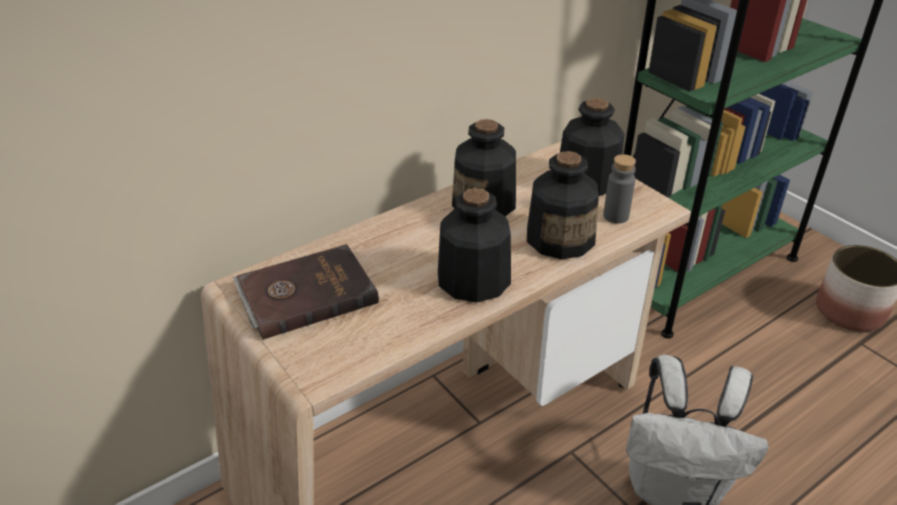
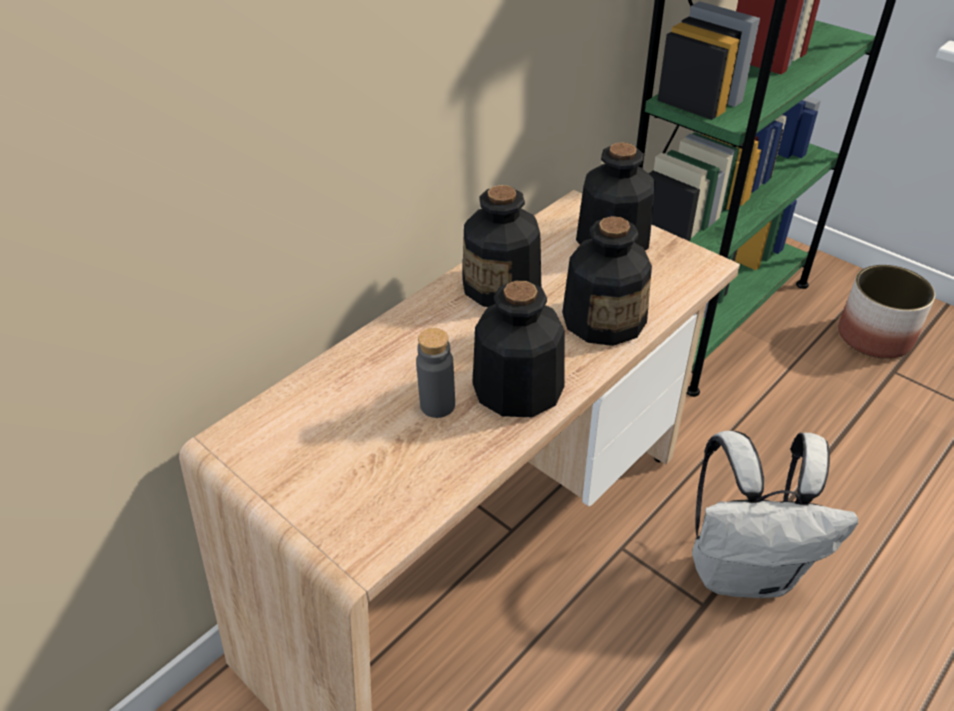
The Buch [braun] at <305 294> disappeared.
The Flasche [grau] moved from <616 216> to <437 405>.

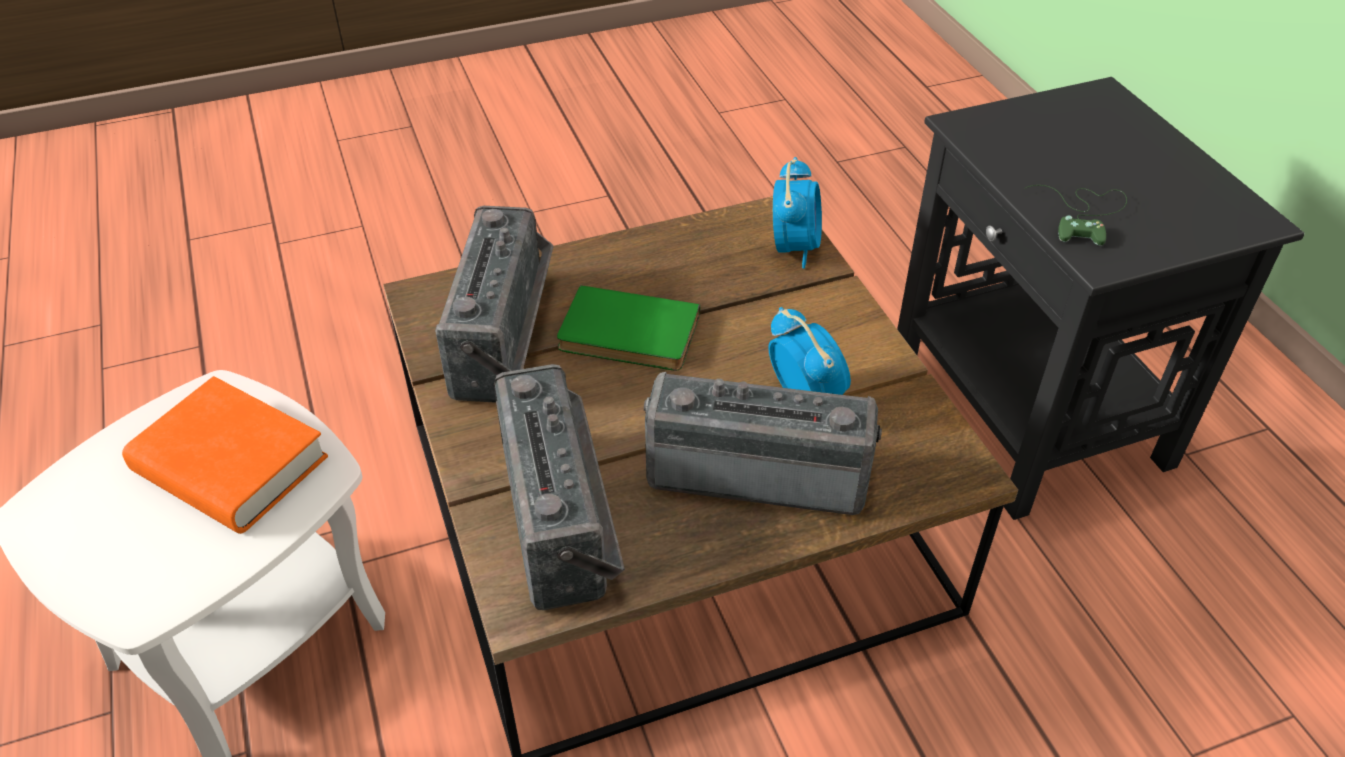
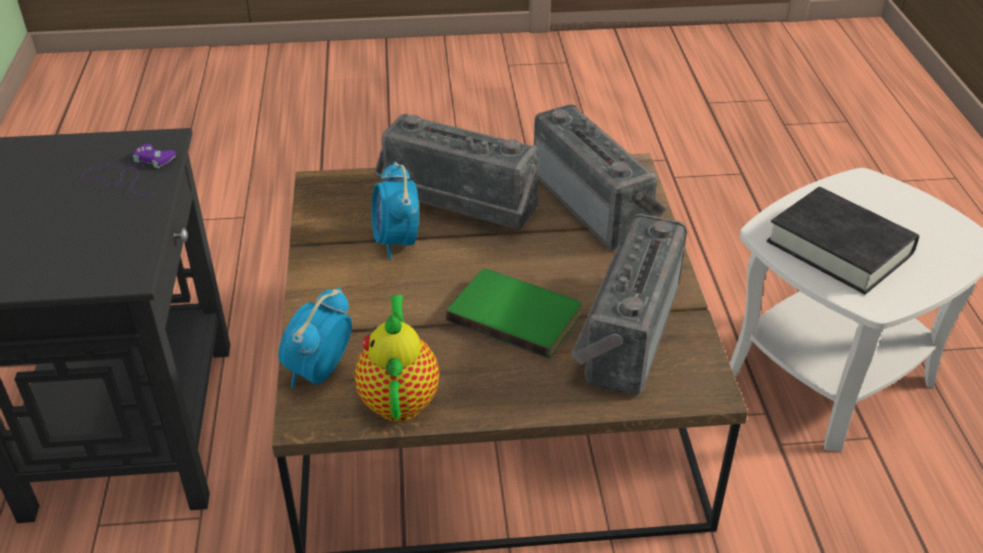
The Buch [orange] at <230 465> became the Buch [schwarz] at <839 248>.
The Radio at <565 516> turned 150 degrees clockwise.
The Gamepad [grün] at <1084 214> became the Gamepad [lila] at <129 173>.
The Teekanne at <399 397> appeared.

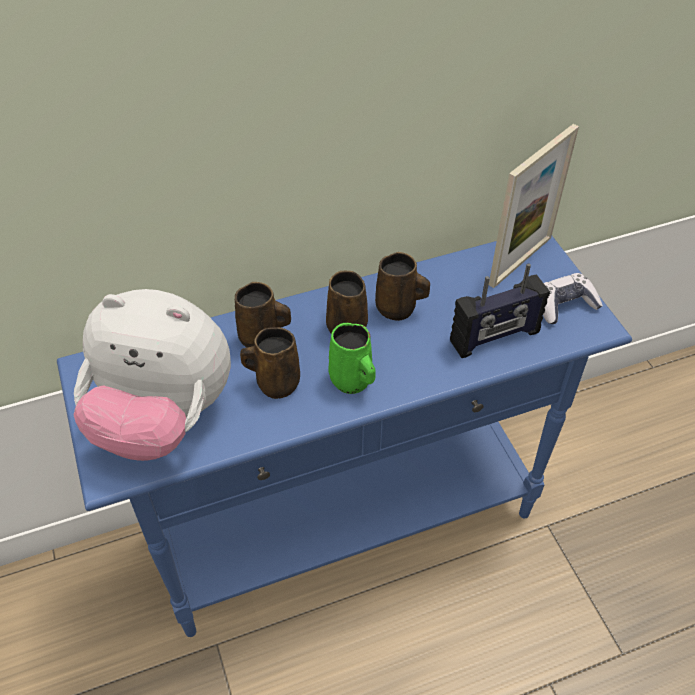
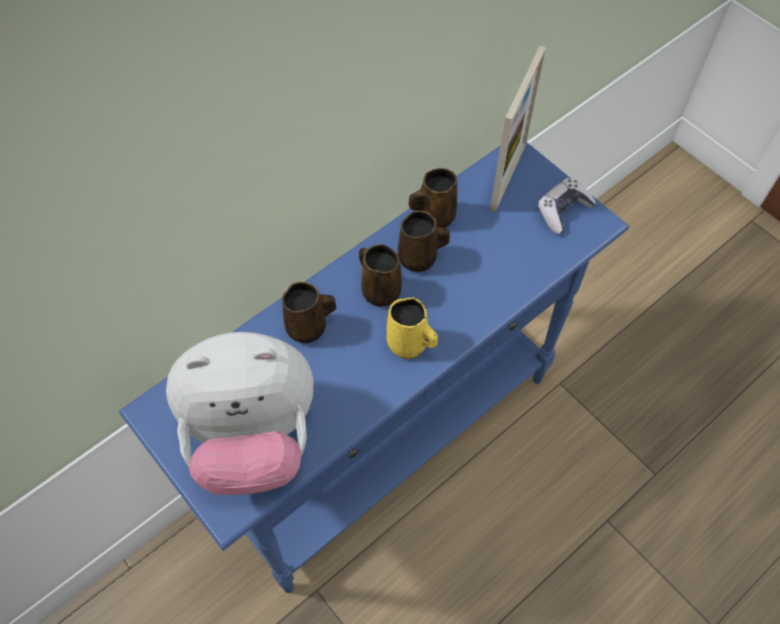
The Henkelbecher [braun] moved from <275 383> to <434 217>.
The Henkelbecher [grün] at <352 381> became the Henkelbecher [gelb] at <409 345>.
The Radio at <495 337> disappeared.

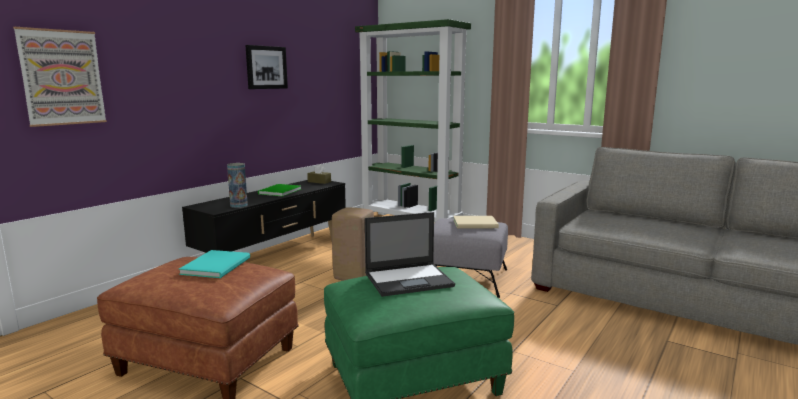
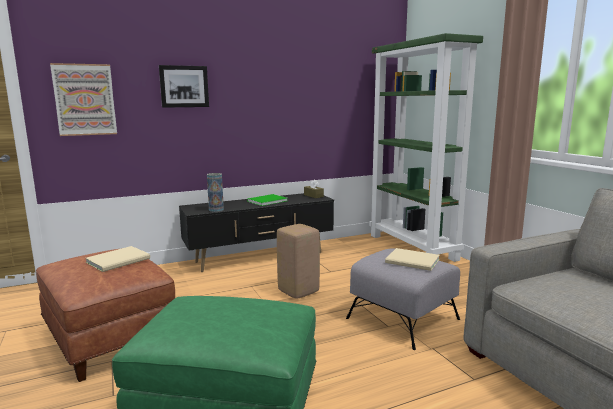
The Buch [türkis] at <218 265> became the Buch [beige] at <120 260>.
The Bild moved from <266 67> to <184 86>.
The Laptop at <409 279> disappeared.

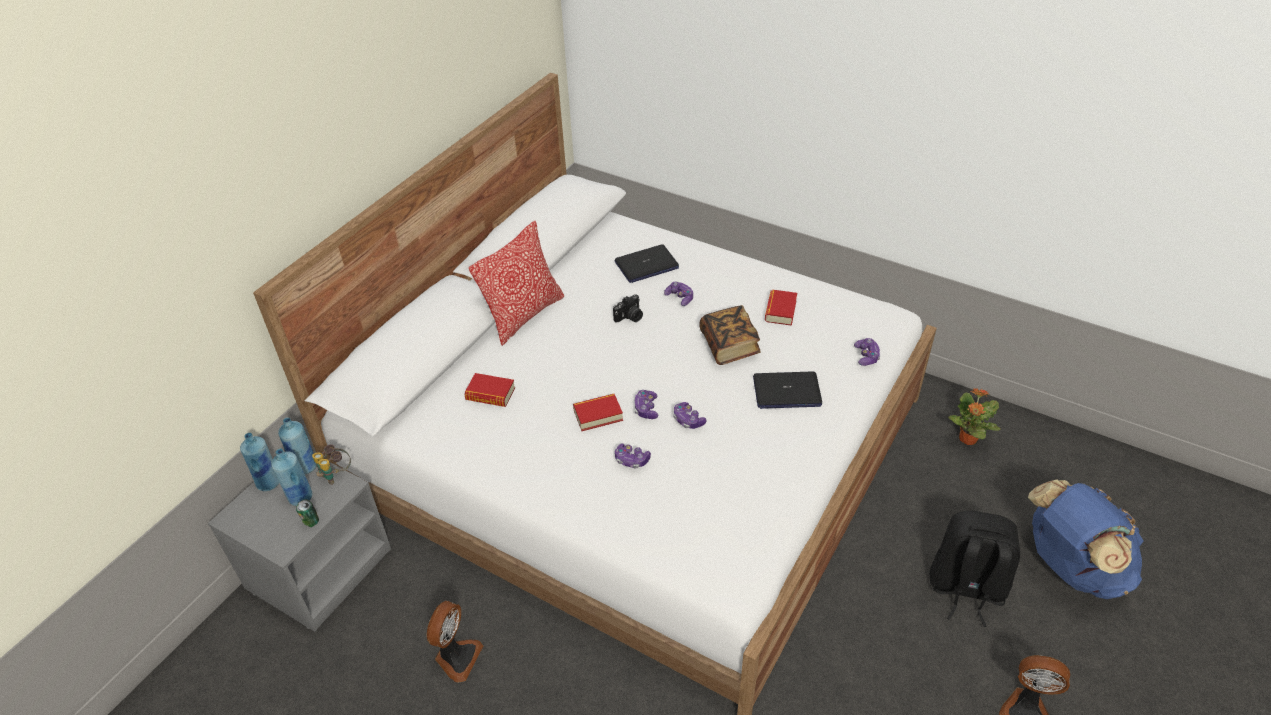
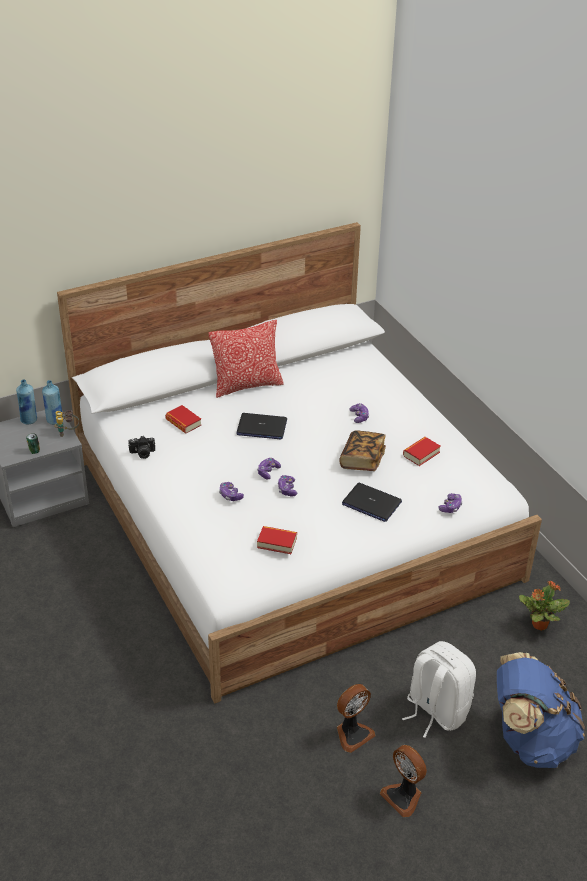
The Flasche [blau] at <300 498> disappeared.
The Ventilator moved from <456 657> to <352 734>.
The Buch moved from <598 415> to <277 542>.
The Kamera moved from <630 317> to <142 453>.
The Laptop moved from <646 265> to <261 427>.
The Rucksack [schwarz] at <965 588> became the Rucksack [weiß] at <435 710>.

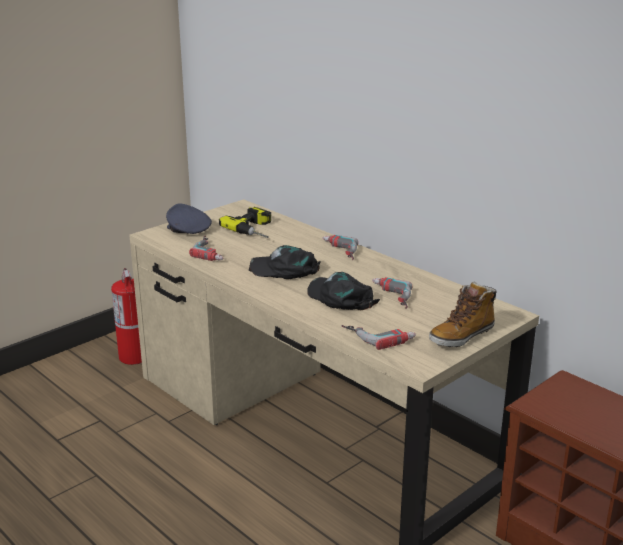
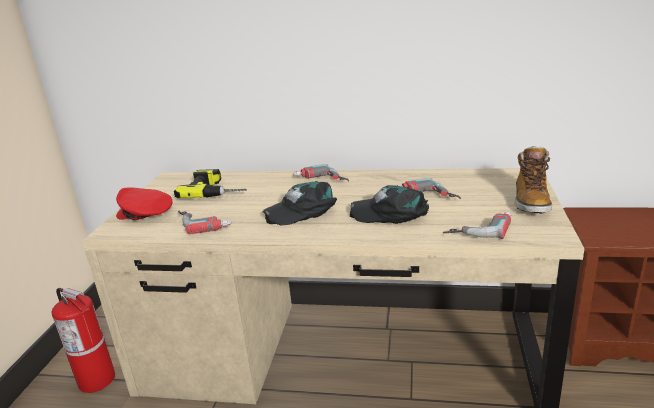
The Kappe [grau] at <187 229> became the Kappe [rot] at <145 213>.

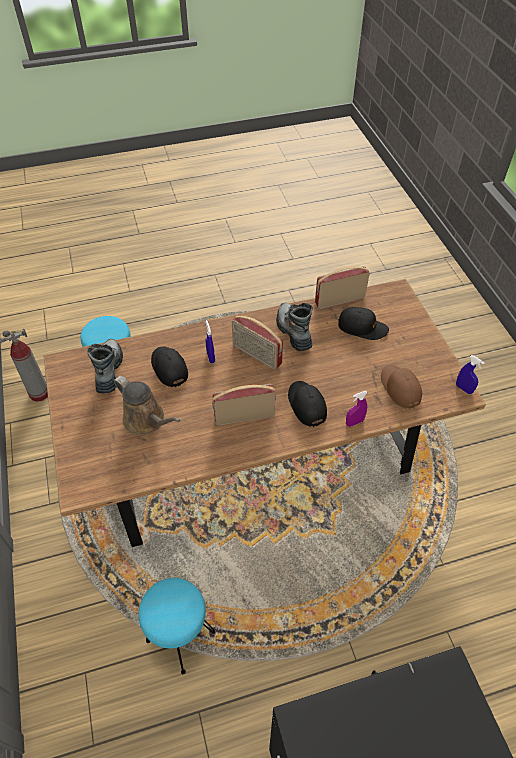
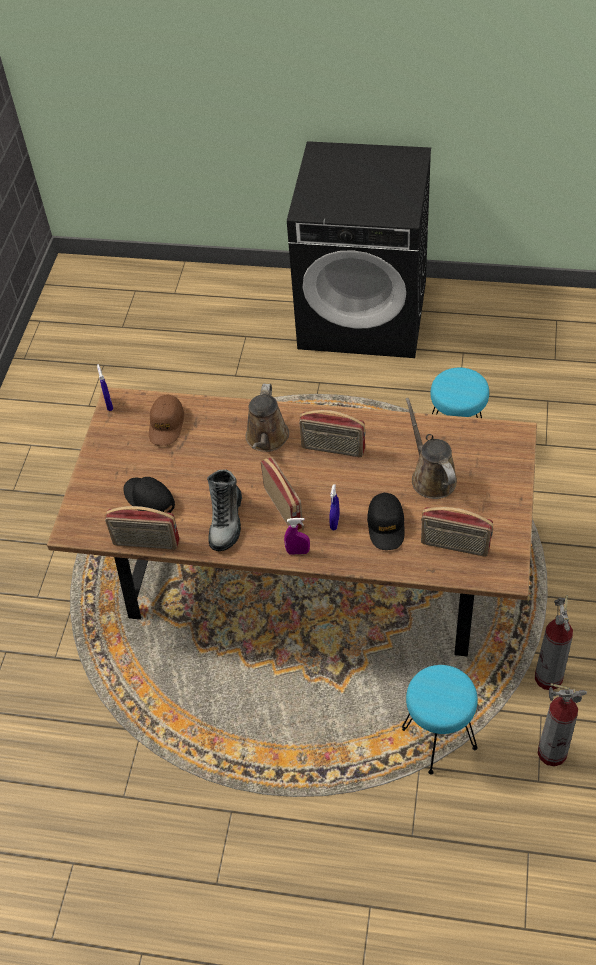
The Stiefel at <109 370> was replaced by the Radio at <454 546>.
The Kappe [schwarz] at <306 405> was replaced by the Gießkanne [braun] at <266 439>.
The Sprühflasche [lila] moved from <354 422> to <298 552>.
The Feuerlöscher at <548 678> appeared.

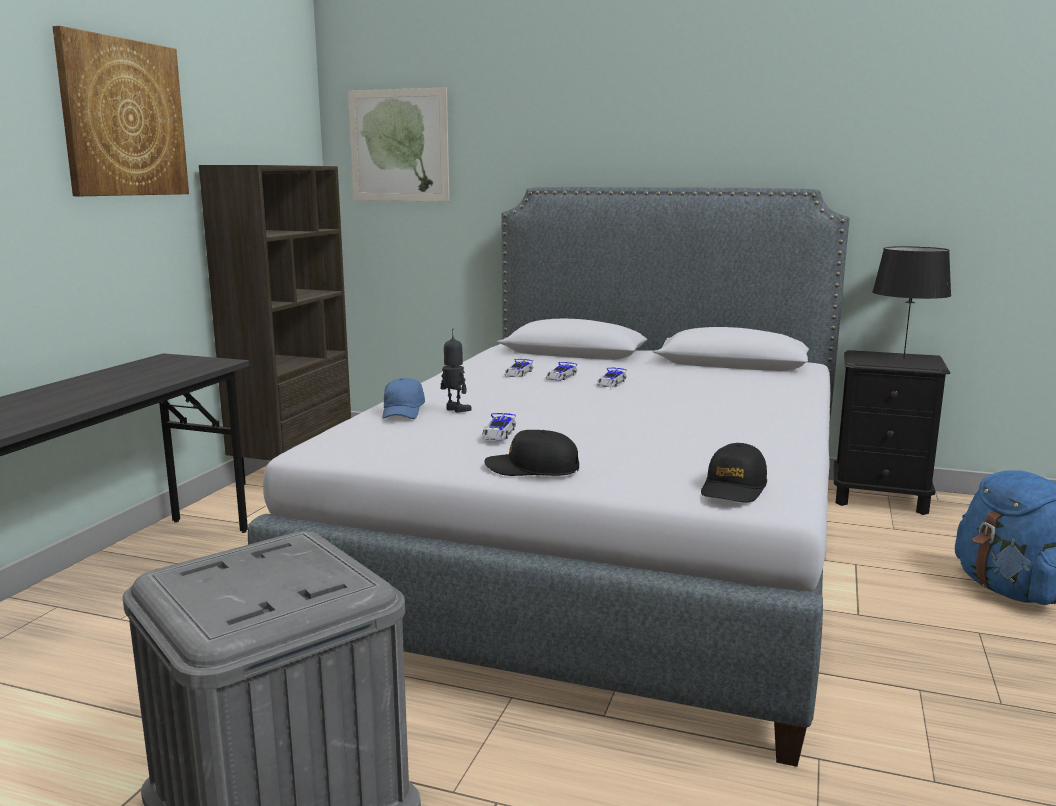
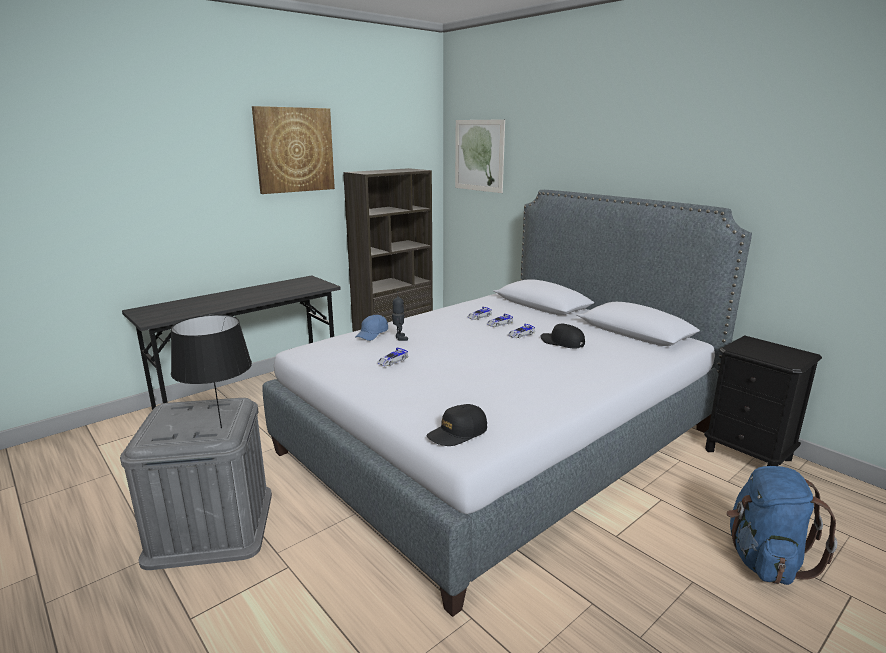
The Kappe [schwarz] moved from <532 468> to <562 342>.
The Tischlampe [schwarz] moved from <904 358> to <221 428>.

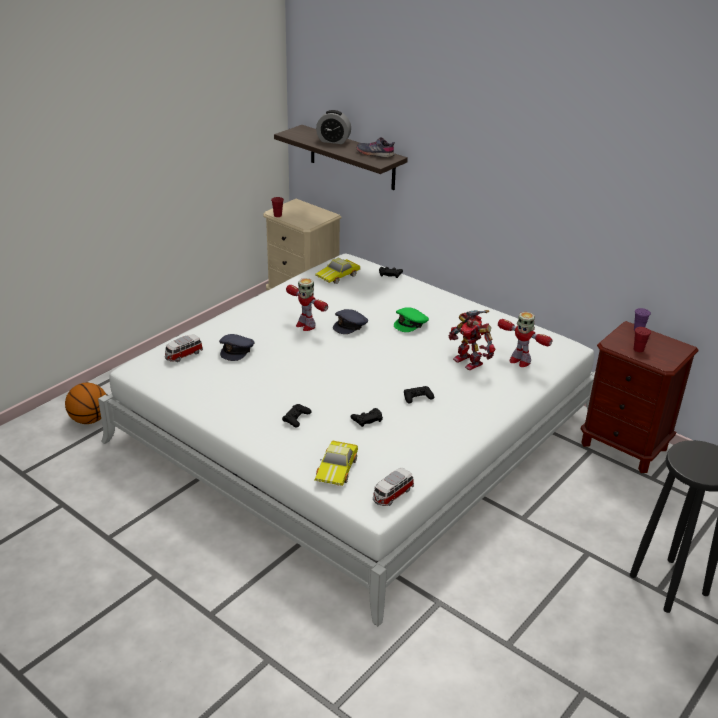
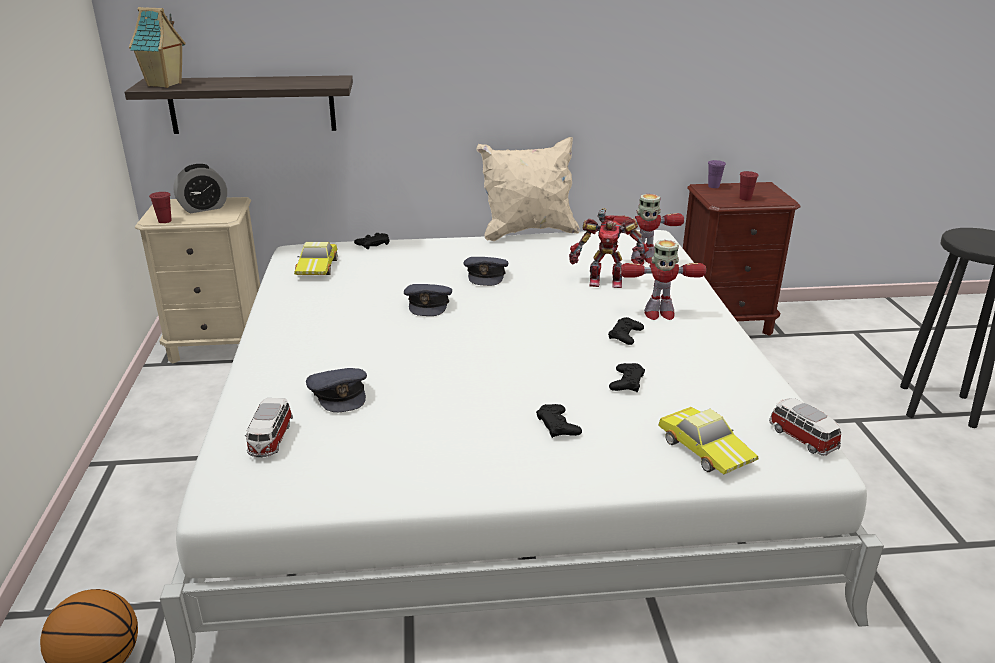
The Spielzeugroboter moved from <305 325> to <658 314>.
The Wecker moved from <333 141> to <203 208>.
The Schuh [grau] at <375 153> disappeared.
The Spielzeugauto at <392 495> turned 150 degrees clockwise.
The Kappe [grün] at <411 323> became the Kappe [grau] at <486 275>.
The Spielzeughaus at <165 84> appeared.
The Kissen [beige] at <528 232> appeared.

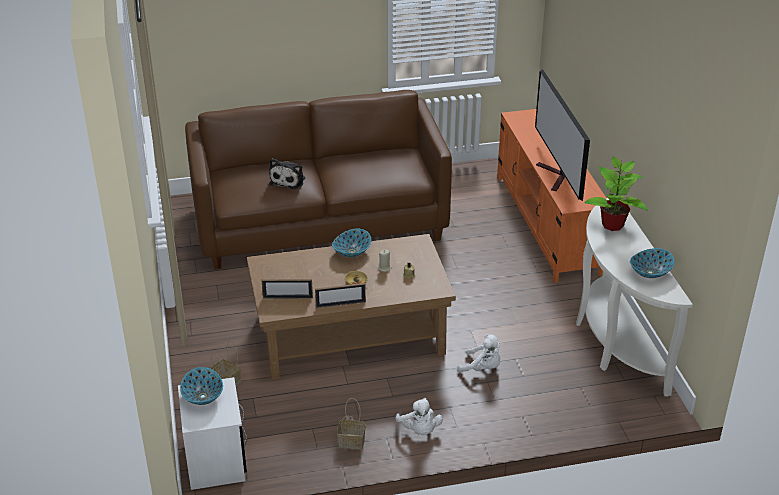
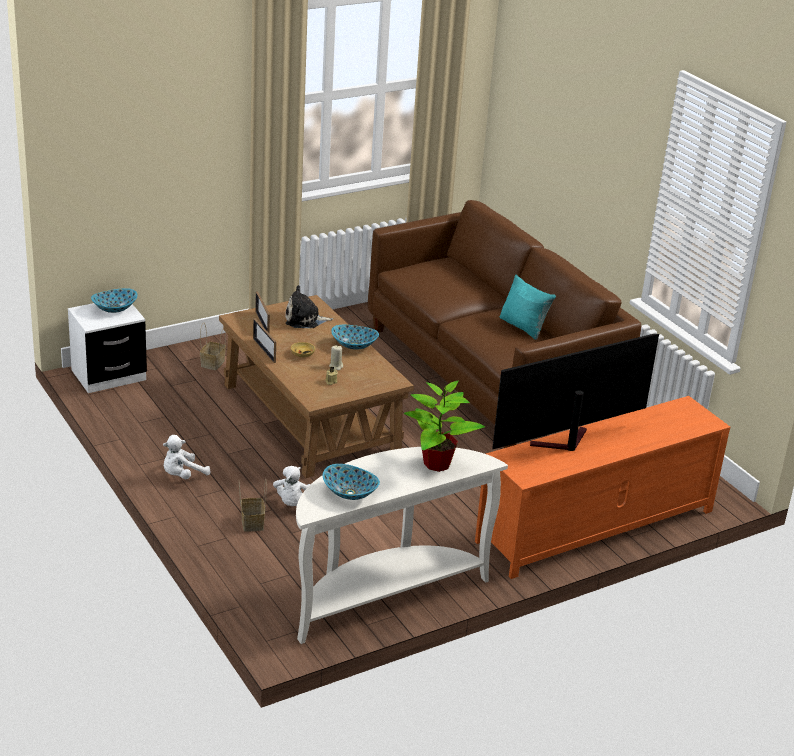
The Plüschtier moved from <288 180> to <305 320>.
The Korb moved from <350 442> to <251 522>.
The Kissen [türkis] at <523 327> appeared.

